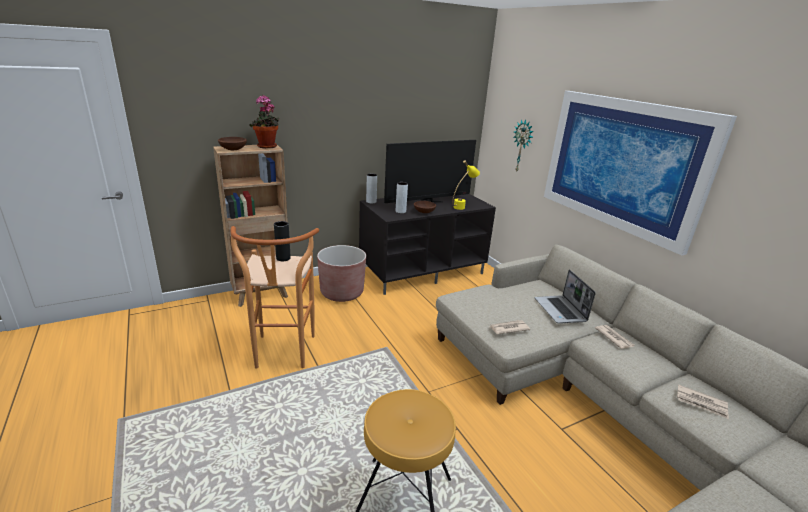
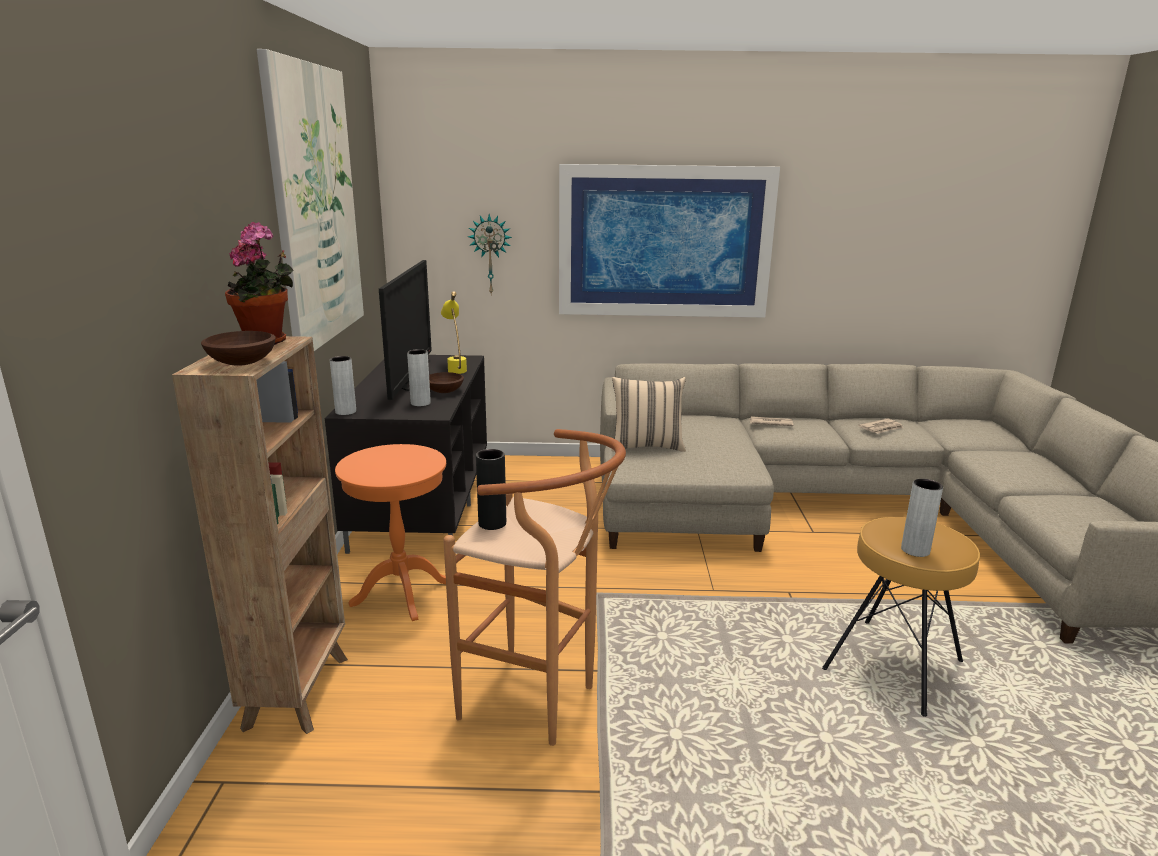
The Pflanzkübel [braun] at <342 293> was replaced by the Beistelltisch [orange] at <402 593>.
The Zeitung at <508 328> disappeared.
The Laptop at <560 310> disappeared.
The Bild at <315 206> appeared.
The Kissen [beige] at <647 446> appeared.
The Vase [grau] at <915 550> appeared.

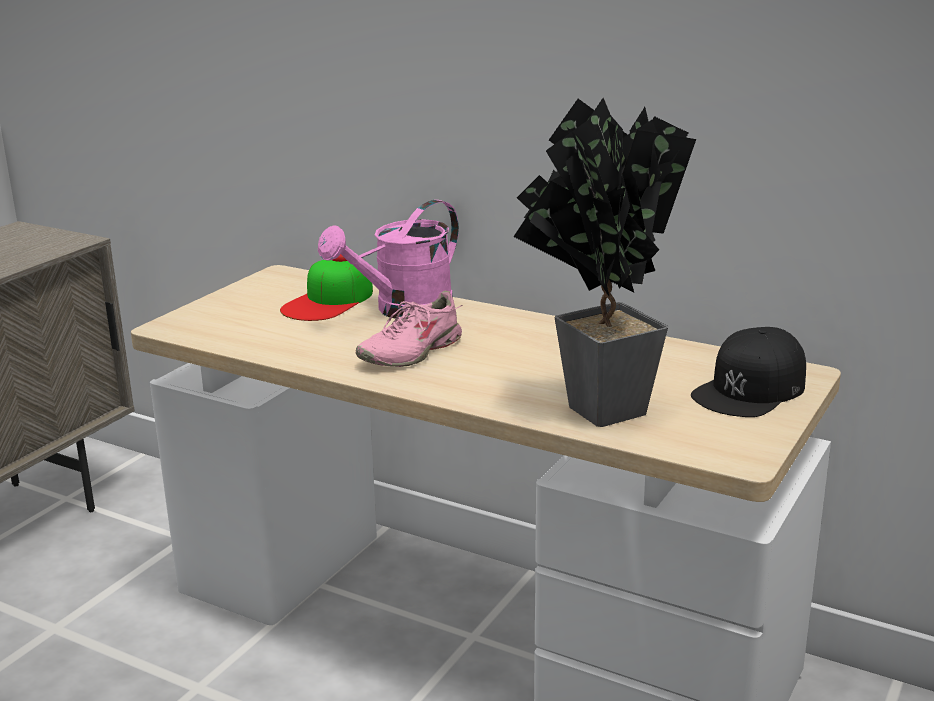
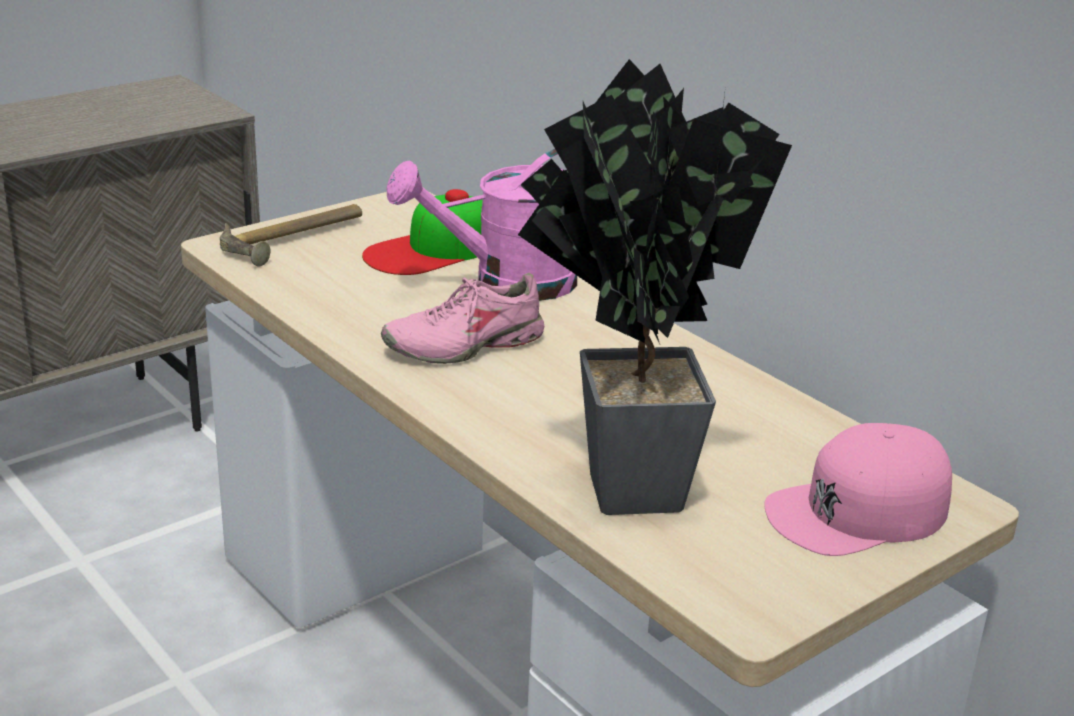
The Kappe [schwarz] at <750 389> became the Kappe [rosa] at <858 511>.
The Hammer at <296 239> appeared.

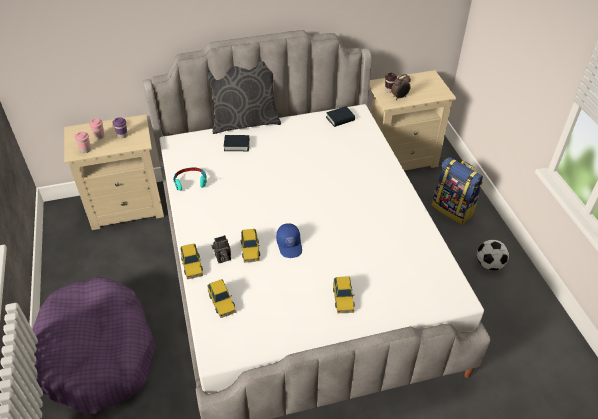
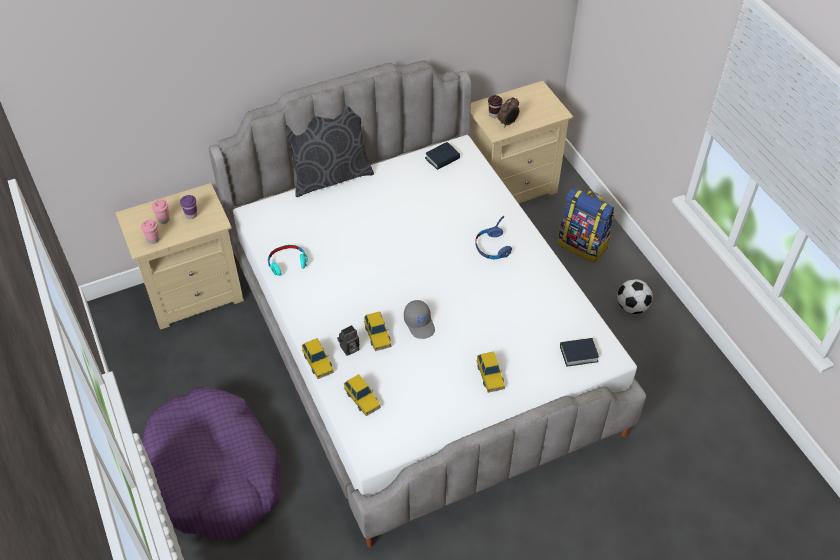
The Buch moved from <236 145> to <578 354>.
The Kappe [blau] at <290 245> became the Kappe [grau] at <420 323>.
The Kopfhörer [blau] at <492 247> appeared.

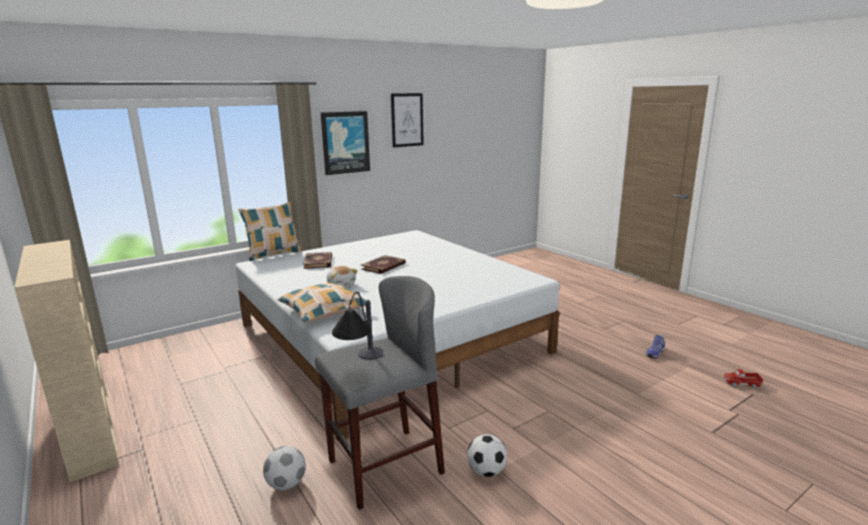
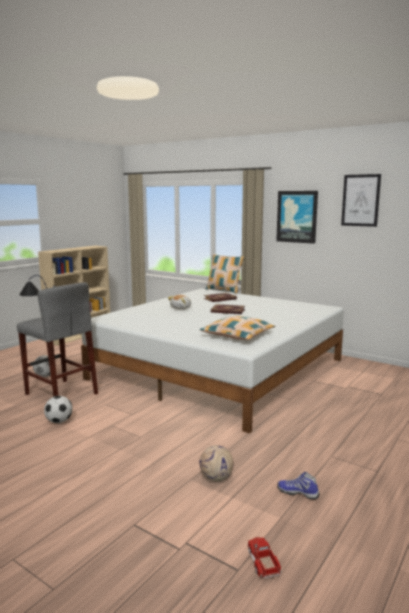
The Kissen moved from <324 310> to <237 335>.
The Fußball at <216 478> appeared.

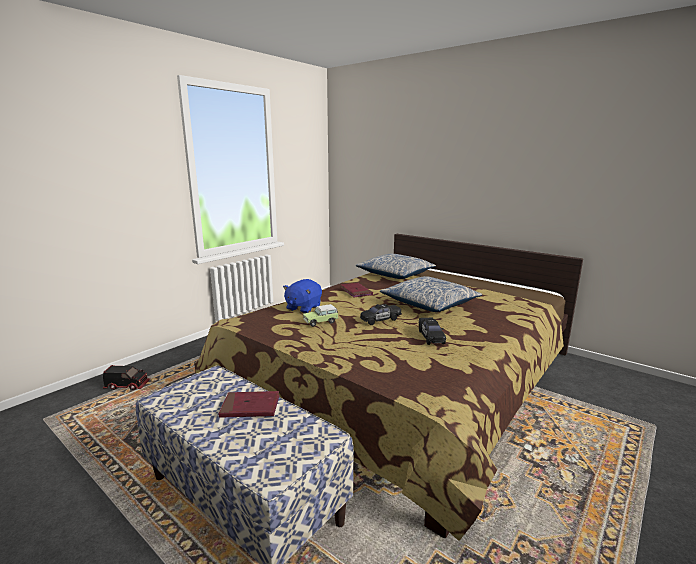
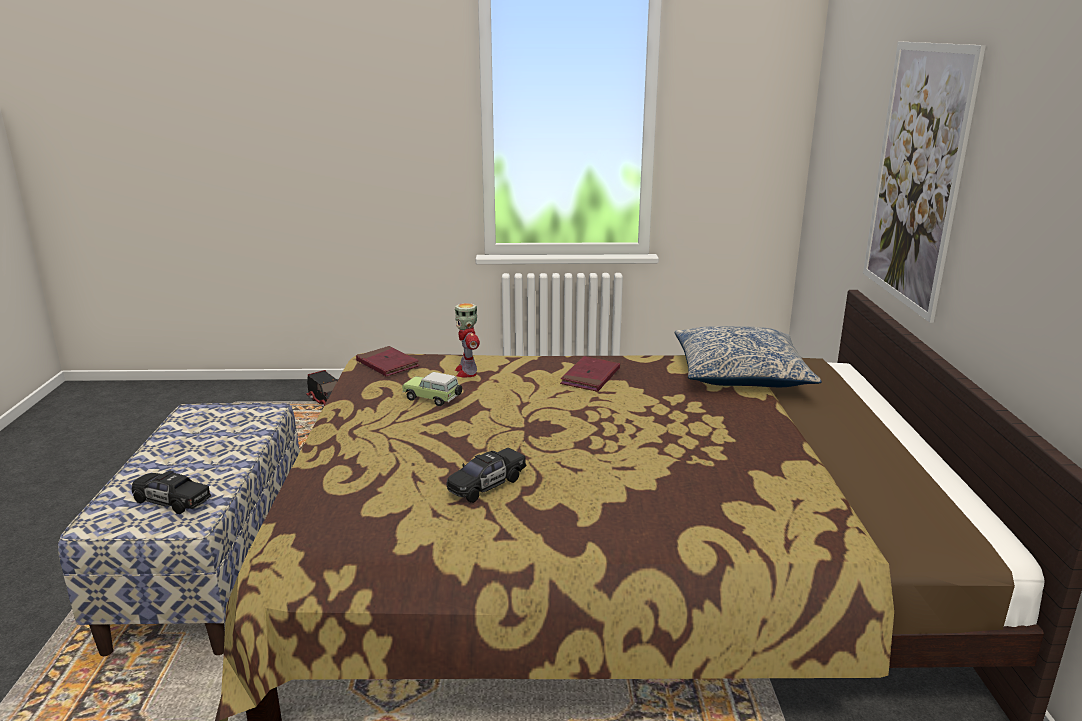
The Buch [rot] moved from <250 407> to <387 364>.
The Plüschtier [blau] at <303 308> was replaced by the Spielzeugroboter at <467 371>.
The Spielzeugauto [schwarz] moved from <380 320> to <172 501>.
The Kissen at <429 303> disappeared.
The Bild at <917 176> appeared.

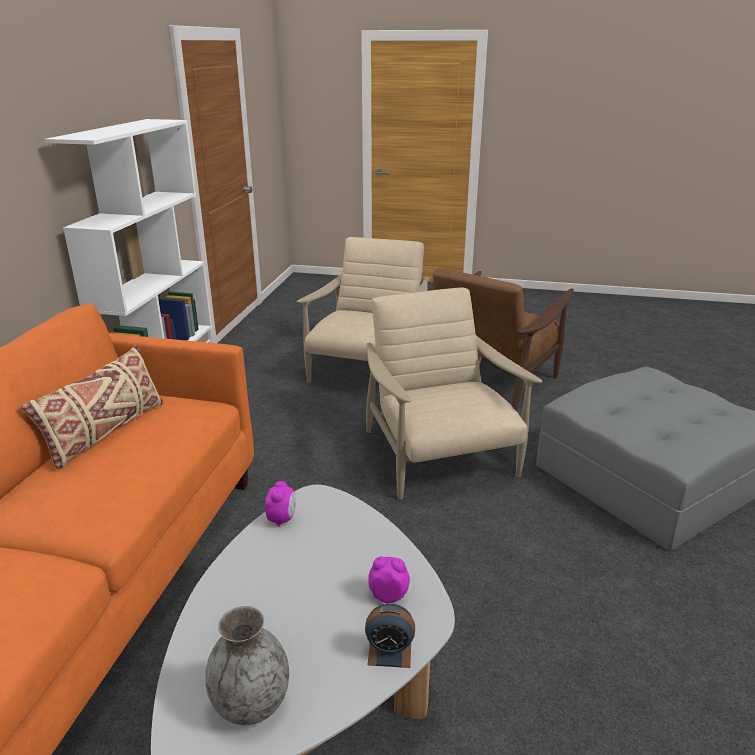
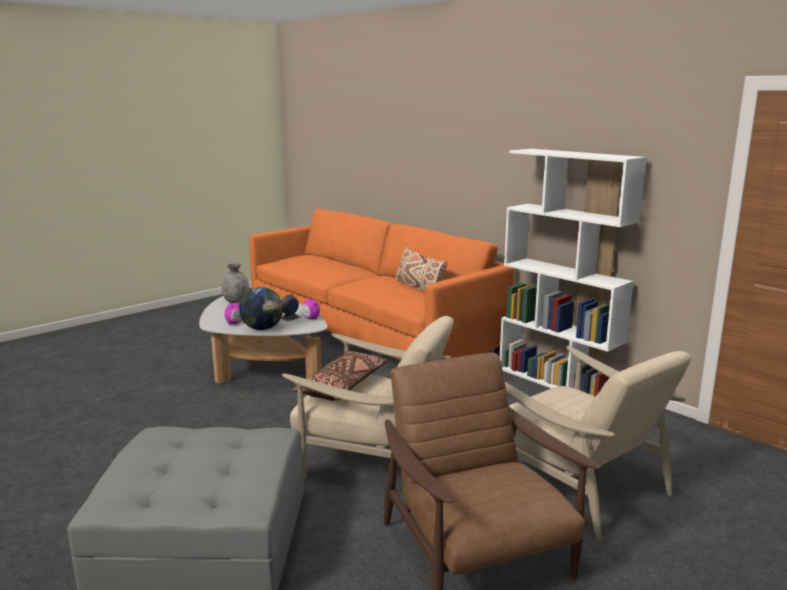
The Wecker moved from <389 652> to <290 317>.
The Globus at <262 328> appeared.
The Kissen [braun] at <343 386> appeared.

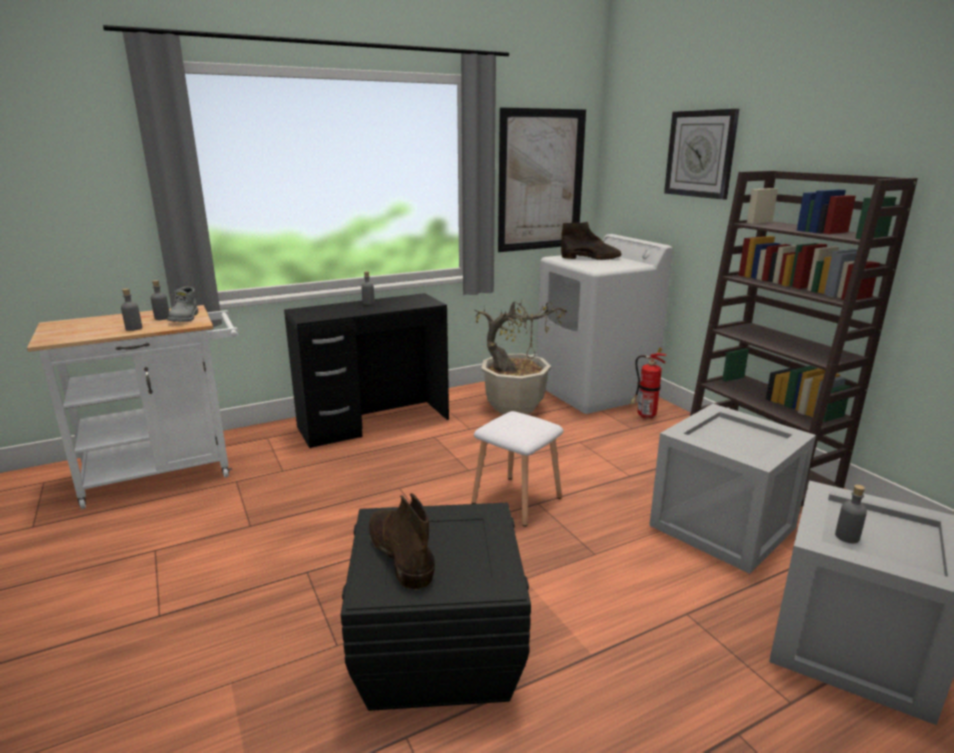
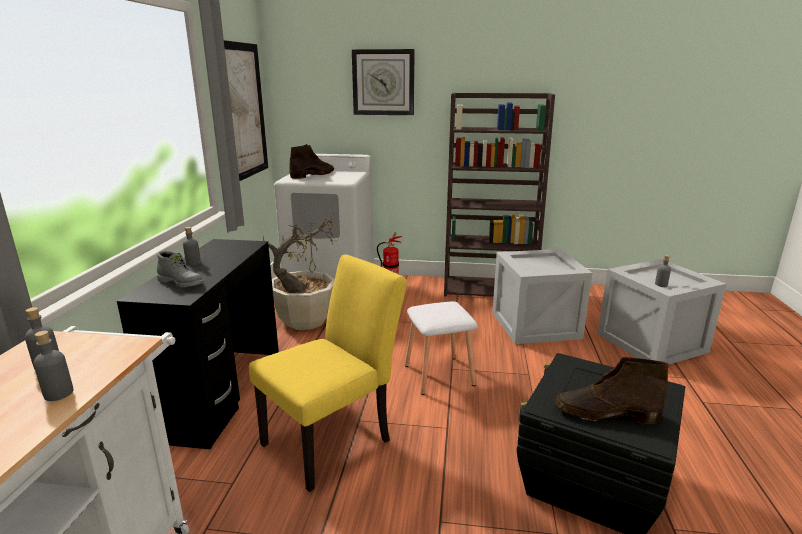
The Stiefel [grau] moved from <185 318> to <181 283>.
The Stuhl [gelb] at <334 438> appeared.

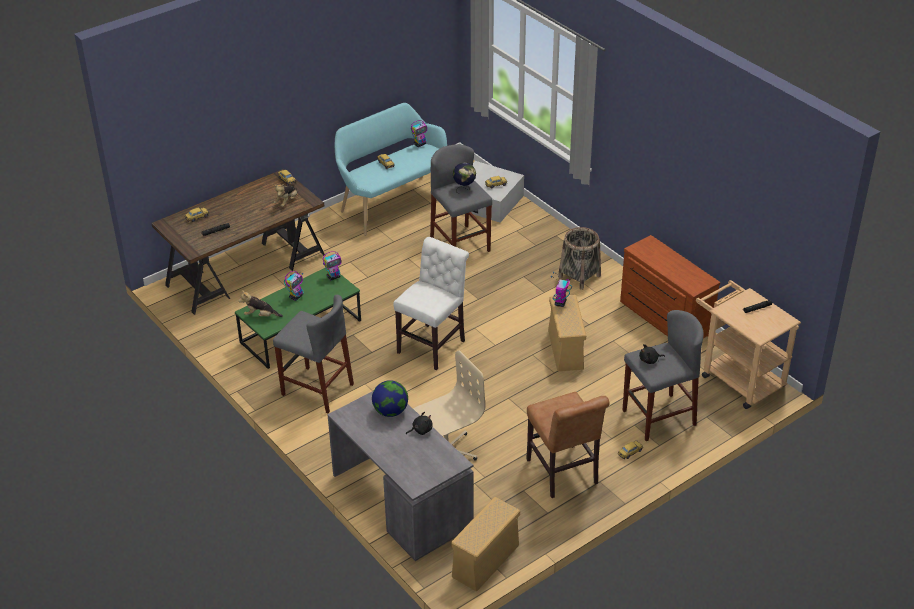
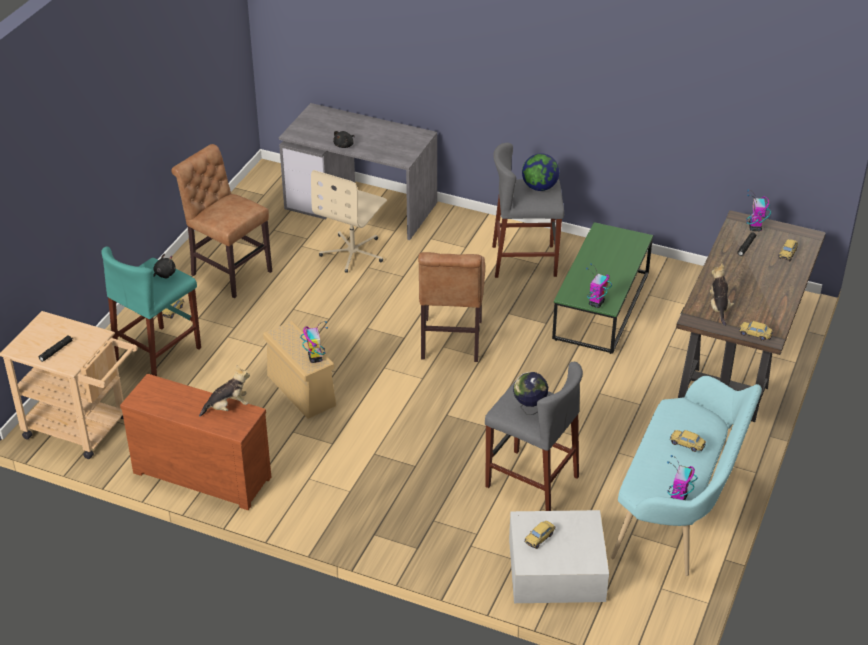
The Plüschtier moved from <260 316> to <228 407>.
The Spielzeugroboter moved from <296 296> to <755 227>.
The Globus moved from <390 411> to <539 187>.
The Stuhl [weiß] at <433 345> became the Stuhl [braun] at <450 343>.
The Aufbewahrungsbox [beige] at <486 560> disappeared.
The Korb at <579 276> disappeared.
The Hocker [grau] at <658 417> became the Hocker [türkis] at <158 354>.

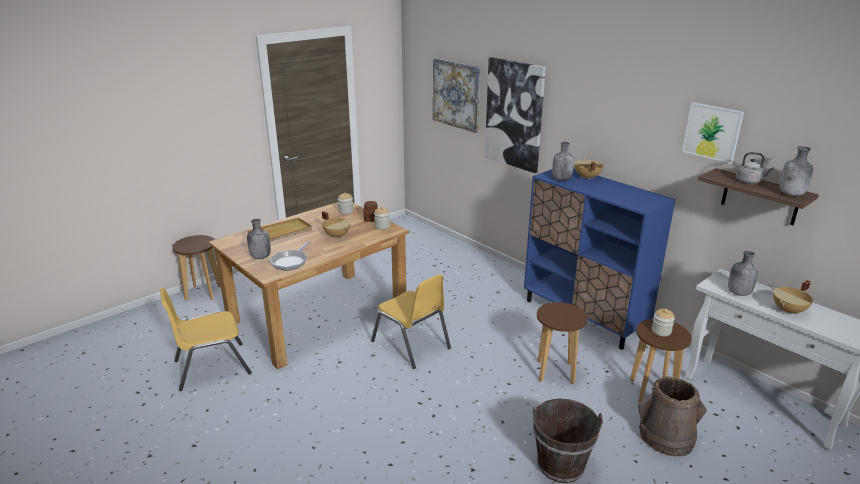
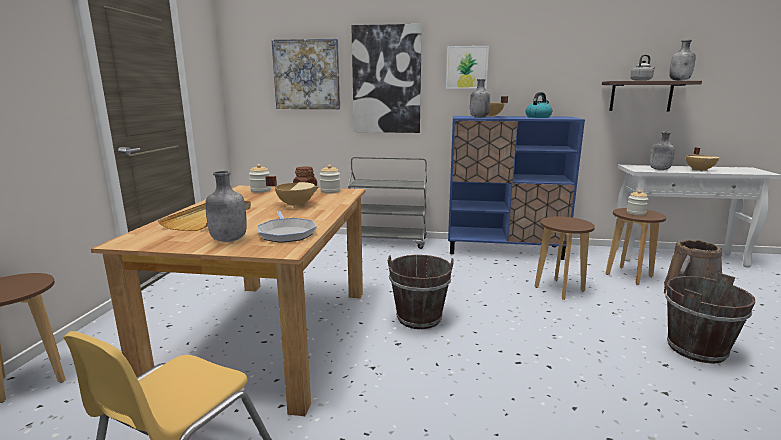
The Stuhl [gelb] at <411 345> was replaced by the Eimer [braun] at <419 318>.
The Bild moved from <712 132> to <467 67>.
The Rollwagen [grau] at <388 241> appeared.
The Wasserkessel at <538 117> appeared.

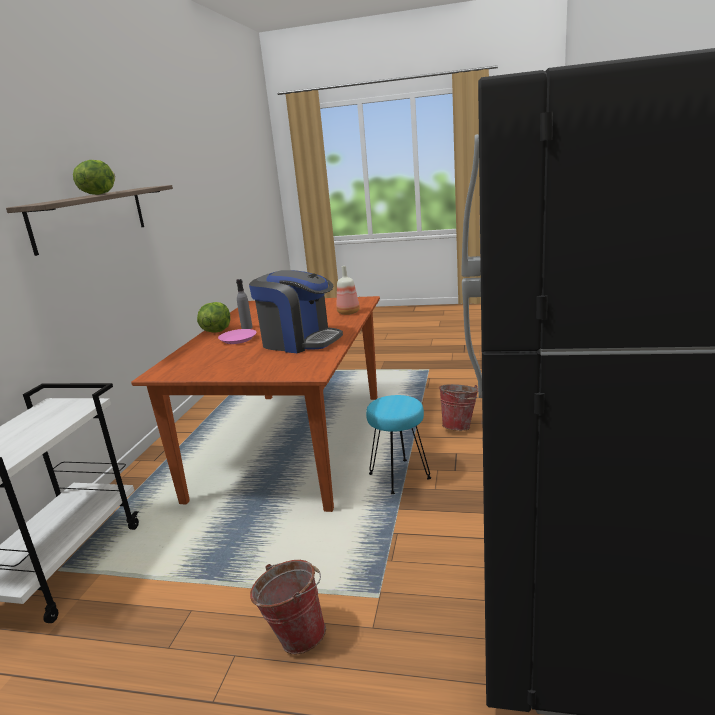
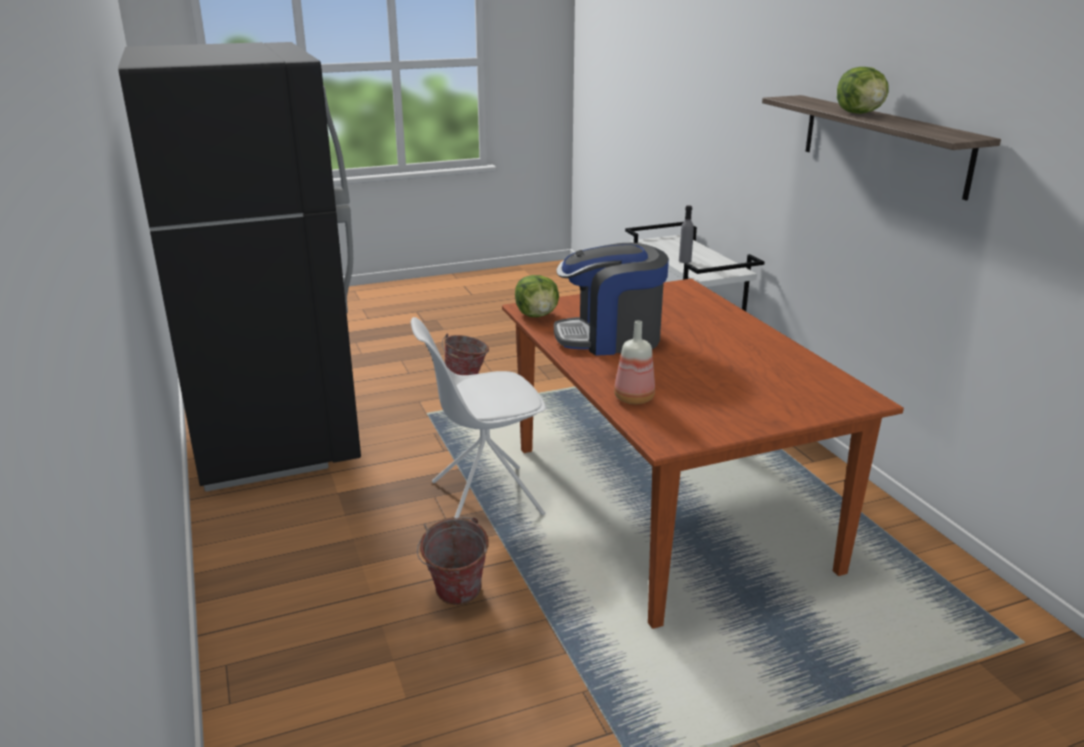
The Salatkopf moved from <216 331> to <537 315>.
The Teller [rosa] at <238 339> disappeared.
The Flasche [grau] moved from <247 328> to <685 261>.
The Hocker [türkis] at <399 477> was replaced by the Stuhl [weiß] at <484 498>.

